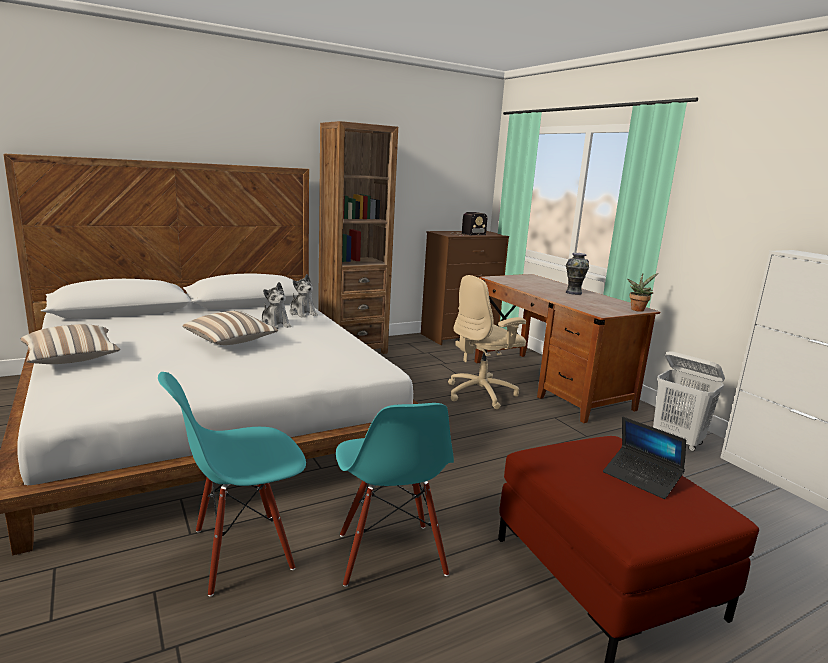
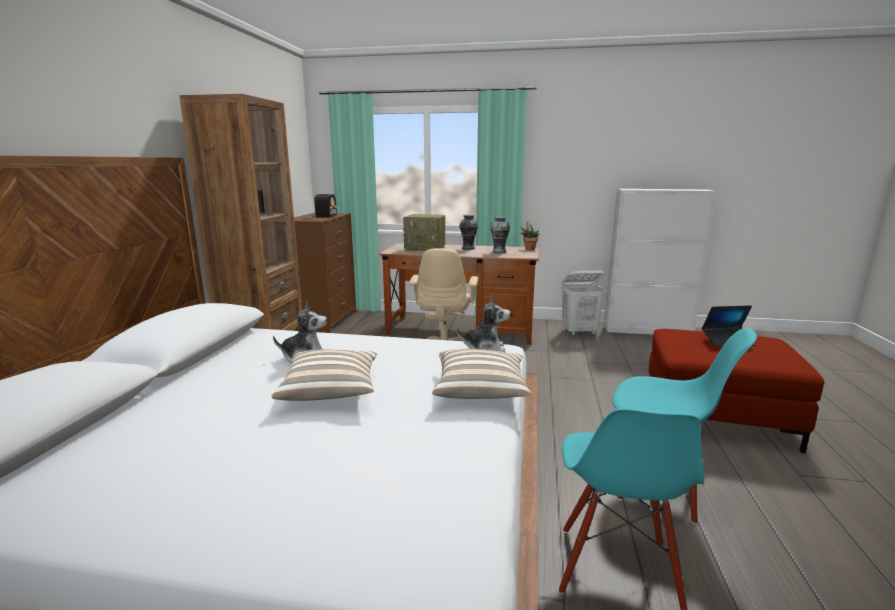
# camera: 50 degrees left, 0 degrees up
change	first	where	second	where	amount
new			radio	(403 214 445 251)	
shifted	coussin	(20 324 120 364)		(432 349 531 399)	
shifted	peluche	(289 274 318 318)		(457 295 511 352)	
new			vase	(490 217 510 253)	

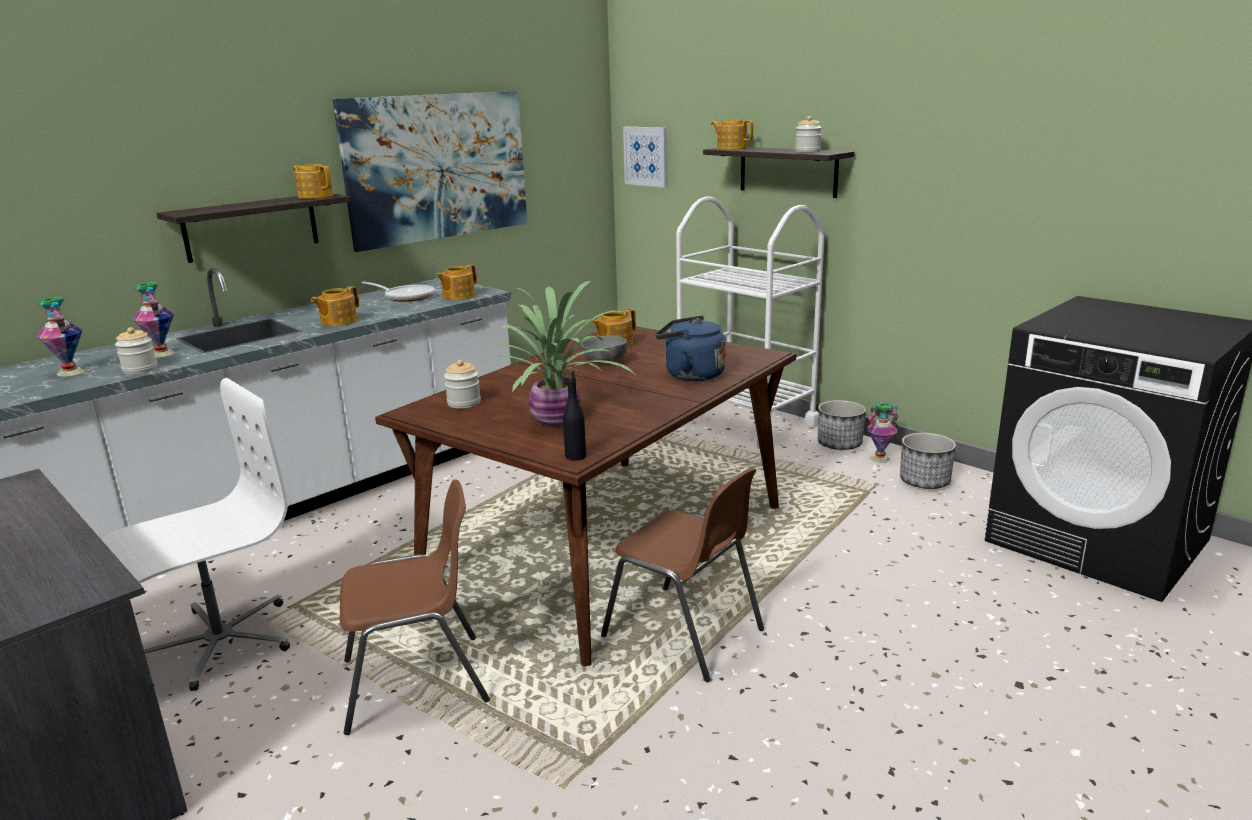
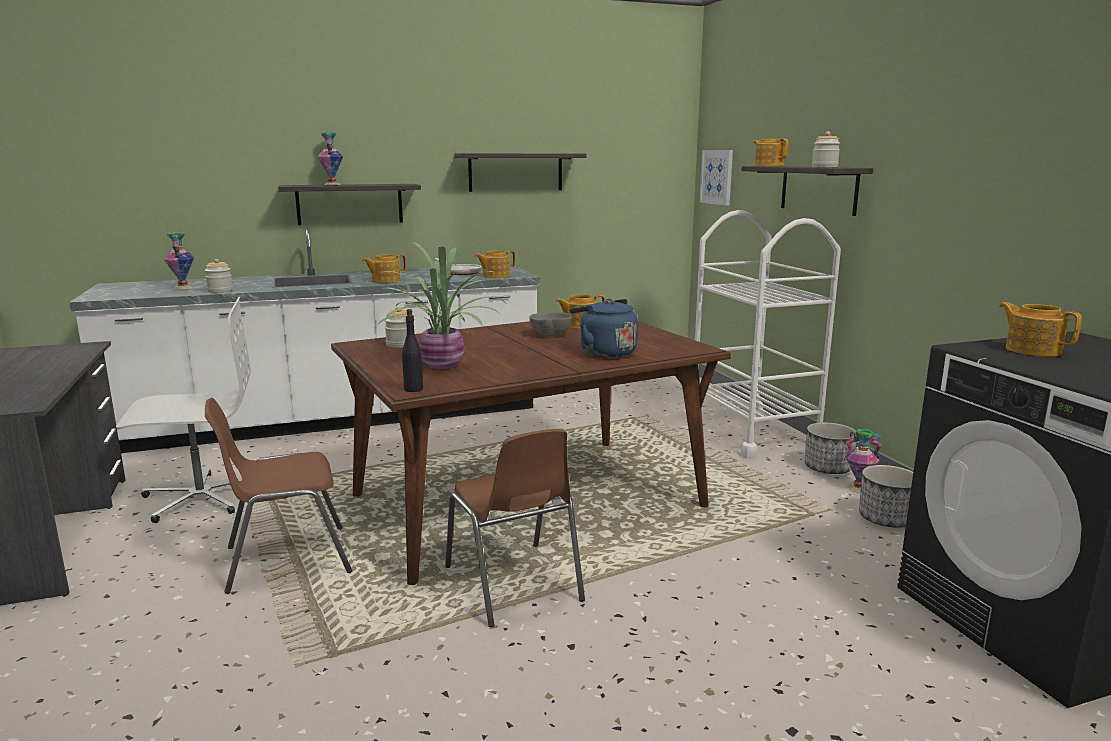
# camera: 25 degrees right, 5 degrees down
change	first	where	second	where	amount
rotated	chaise [marron]	(340 479 490 735)		(205 398 352 594)	150 degrees clockwise
shifted	vase	(133 282 175 357)		(318 133 343 185)	
swapped	tableau	(333 91 527 252)	étagère	(454 153 587 192)	
shifted	théière	(293 164 333 199)		(999 302 1082 357)	

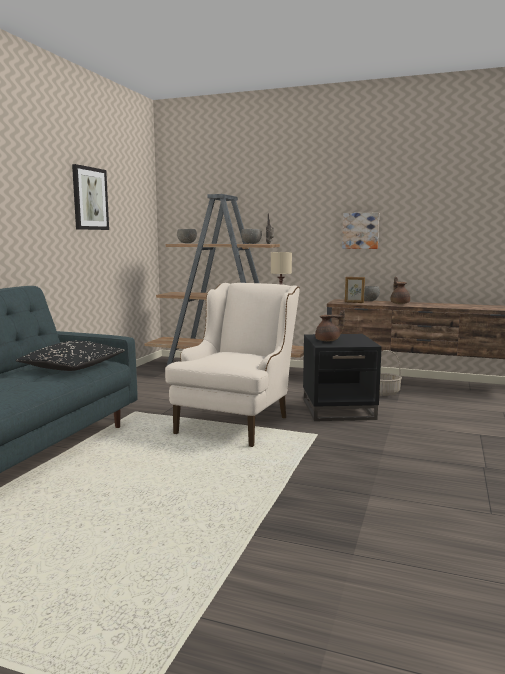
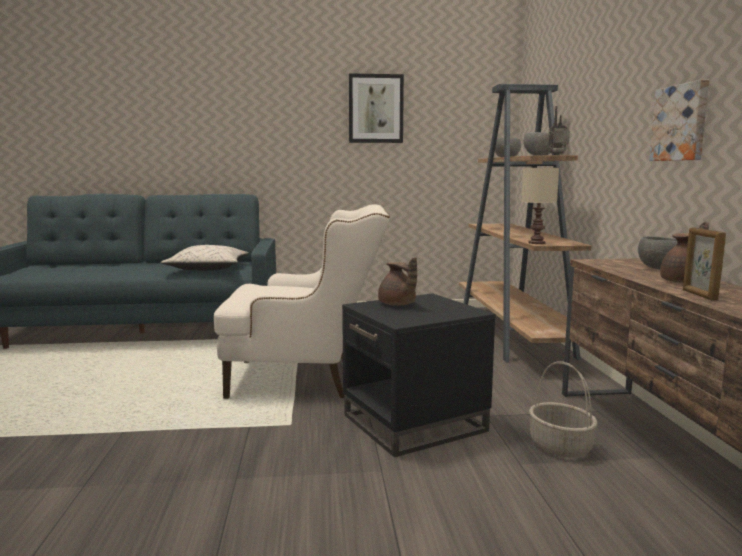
# camera: 65 degrees right, 0 degrees up
change	first	where	second	where	amount
repainted	coussin [noir]	(16 341 125 371)	coussin [beige]	(160 245 248 271)	
shifted	cadre photo	(345 277 365 303)		(683 228 726 301)	

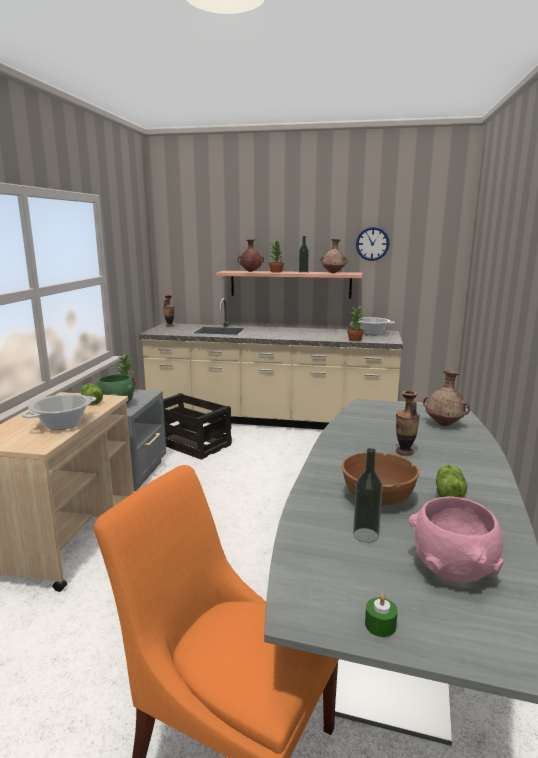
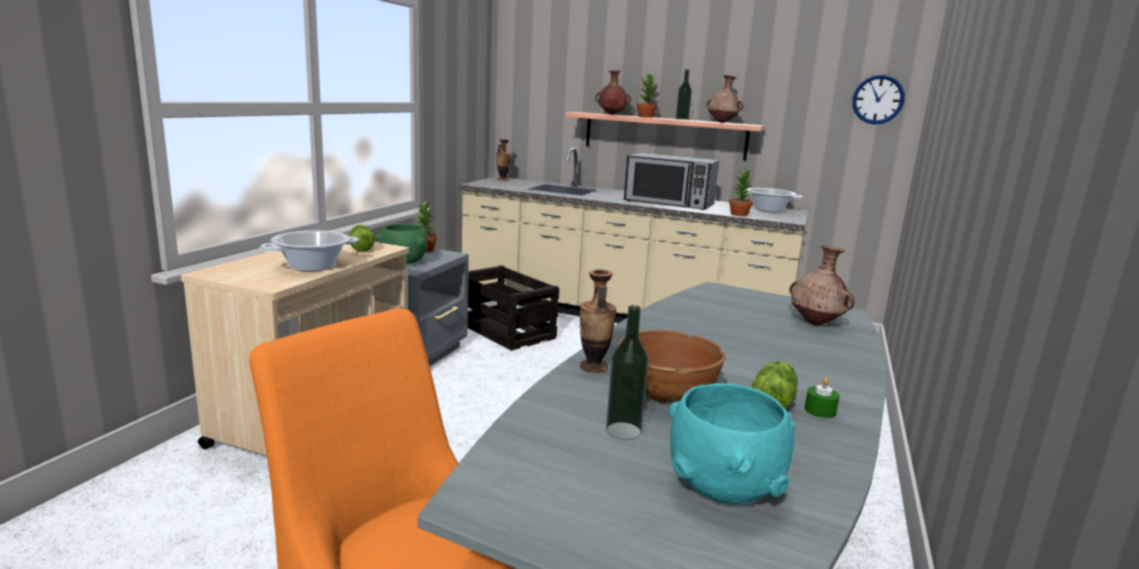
# camera: 10 degrees right, 0 degrees up
change	first	where	second	where	amount
shifted	vase	(396 391 420 456)		(580 270 616 373)	
new			micro-ondes	(624 153 719 210)	
repainted	bol [rose]	(409 496 504 583)	bol [turquoise]	(669 383 796 504)	
shifted	bougie [vert]	(365 594 398 637)		(805 377 840 418)	
shifted	horloge murale	(356 227 389 261)		(852 75 905 124)	

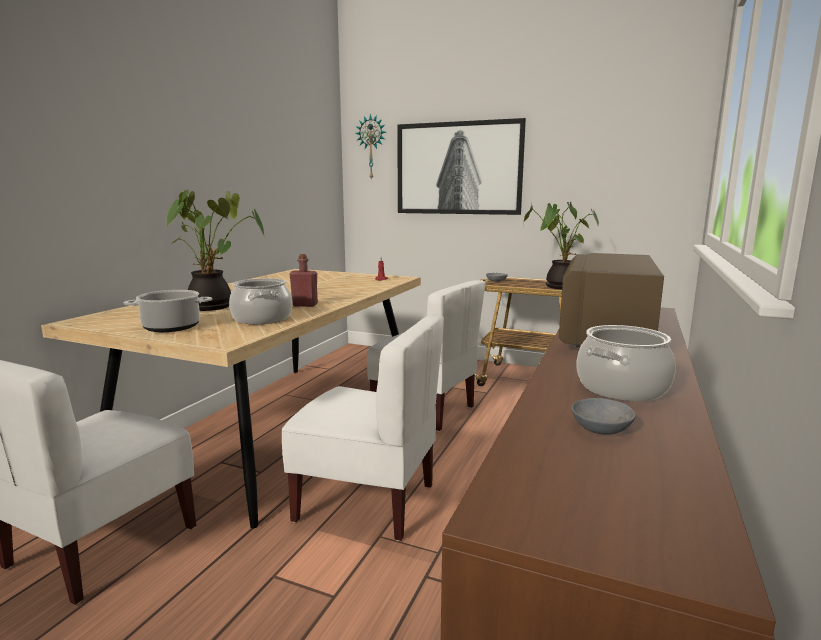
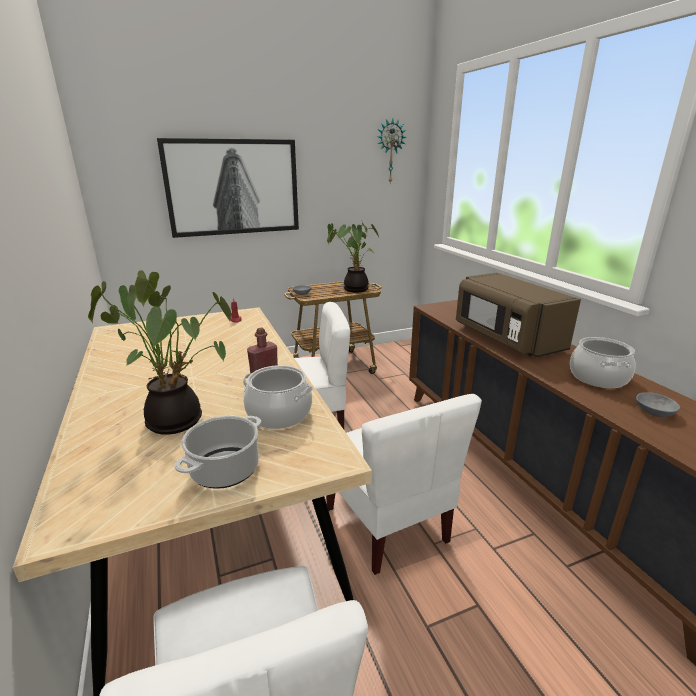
# camera: 45 degrees left, 10 degrees up
change	first	where	second	where	amount
rotated	chaise [blanc]	(282 314 444 541)		(326 394 482 575)	90 degrees clockwise
shifted	horloge murale	(355 114 386 180)		(377 118 406 183)	

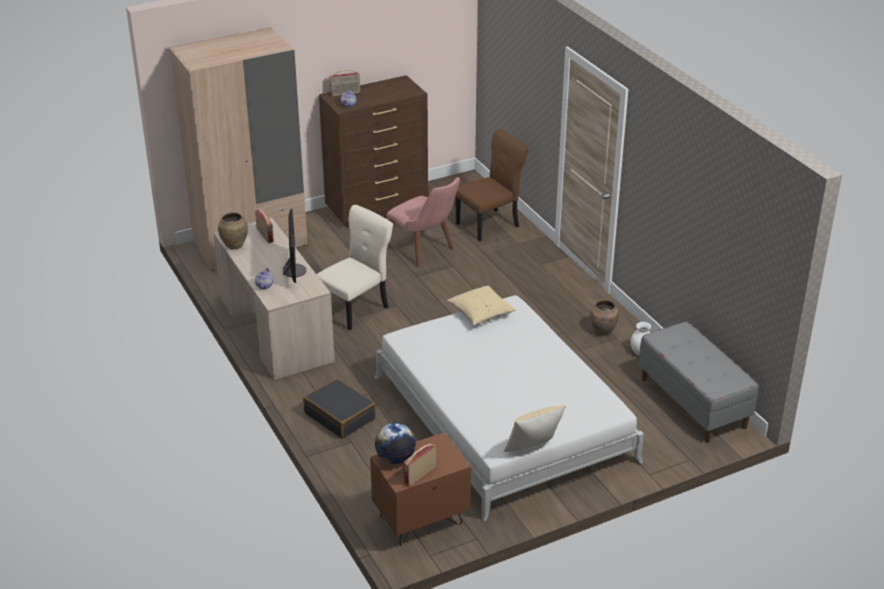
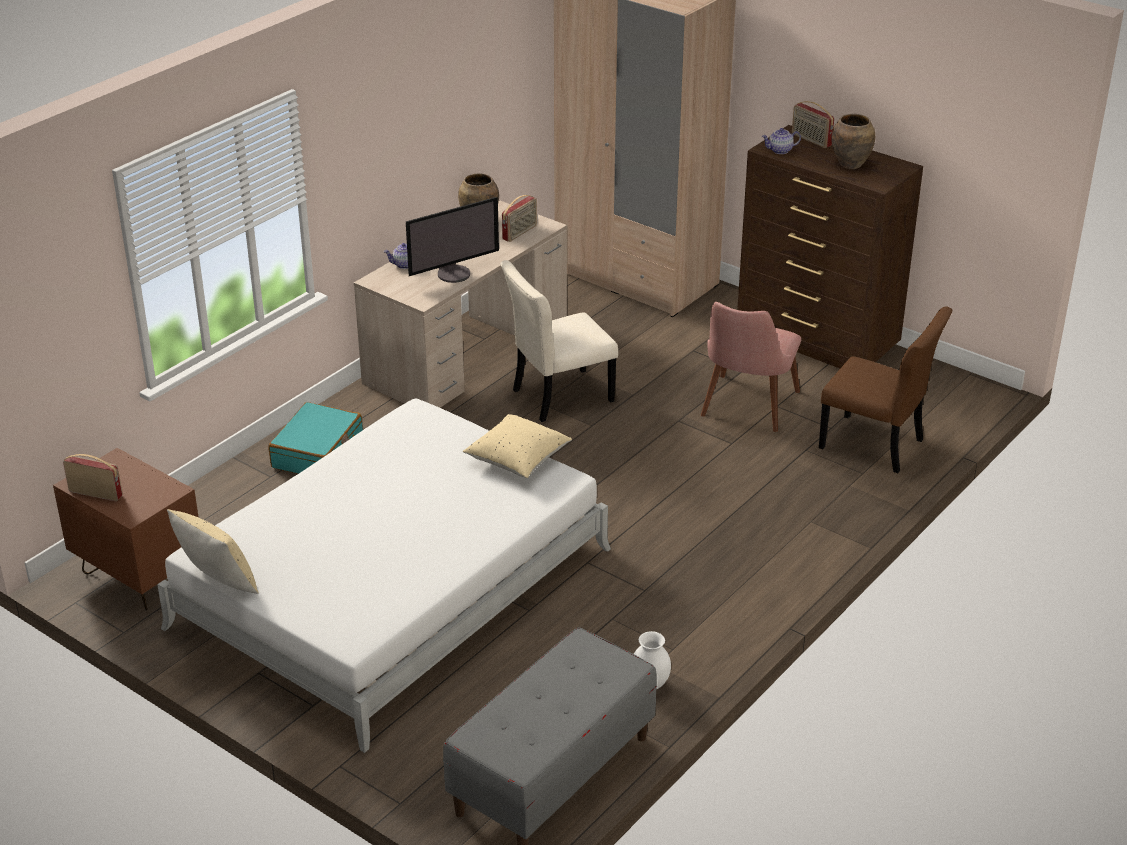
# camera: 65 degrees right, 0 degrees up
change	first	where	second	where	amount
repainted	valise [noir]	(303 378 376 439)	valise [turquoise]	(268 402 363 474)	
rotated	chaise [beige]	(317 205 393 330)		(500 260 618 422)	135 degrees clockwise
shifted	vase [marron]	(590 300 619 336)		(831 114 875 169)	
gone	globe	(375 423 416 464)			

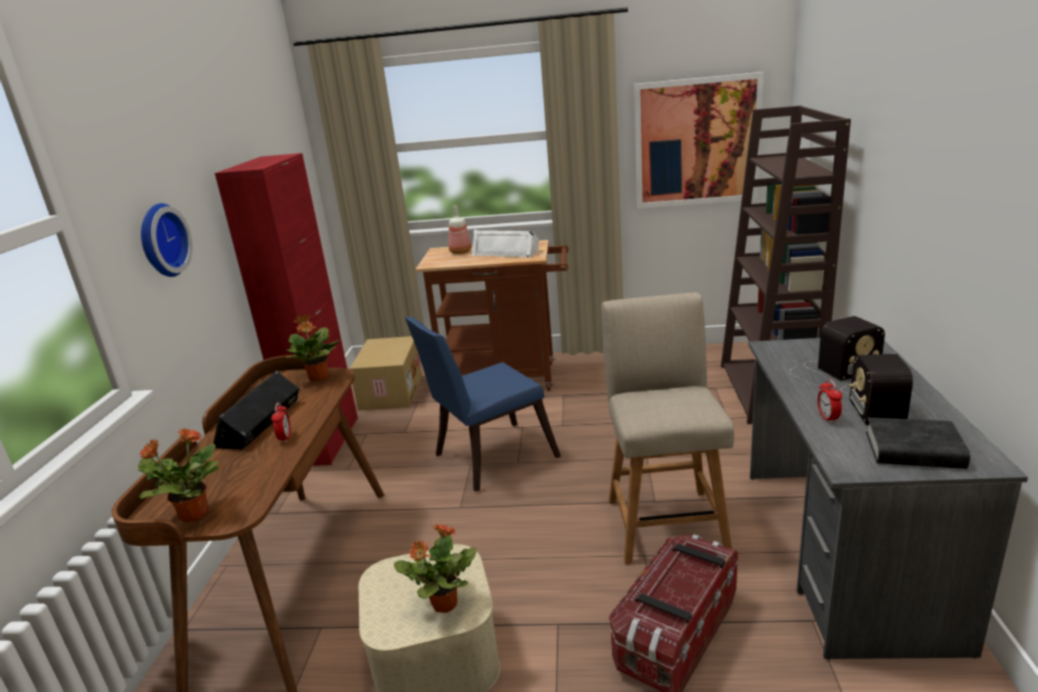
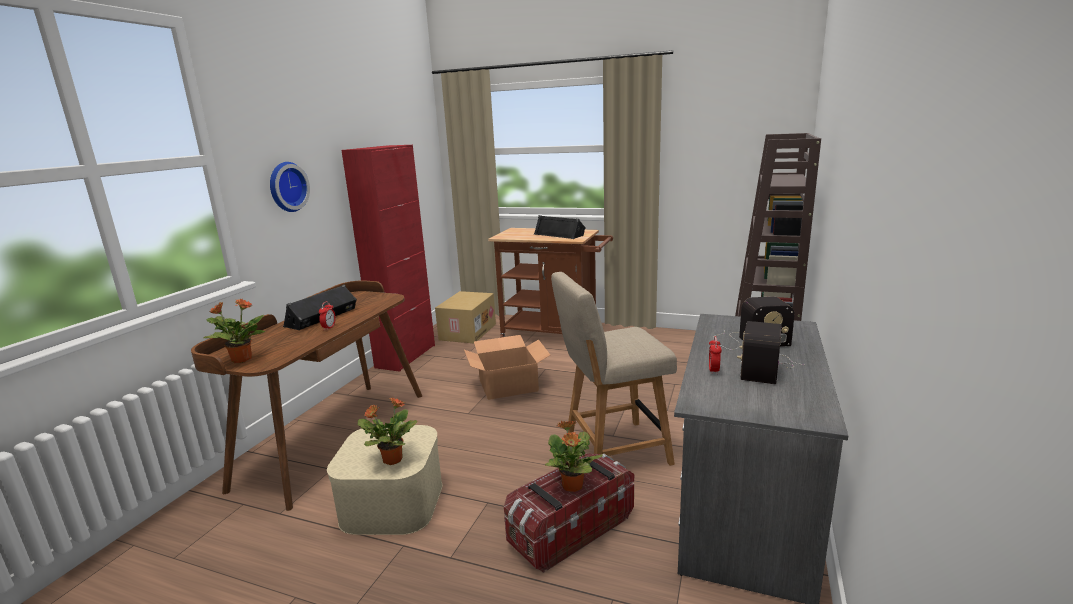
# camera: 15 degrees right, 5 degrees down
change	first	where	second	where	amount
swapped	chaise [bleu]	(405 317 561 492)	carton	(464 335 550 400)	
repainted	enceinte [blanc]	(471 230 539 258)	enceinte [noir]	(534 215 586 239)	
shifted	plante en pot	(286 315 340 381)		(545 421 603 492)	
rotated	chaise [beige]	(601 293 734 565)		(551 272 677 466)	120 degrees counterclockwise
gone	bouteille	(449 206 471 254)			
gone	tableau	(634 72 764 208)			
gone	livre [noir]	(866 417 970 469)			

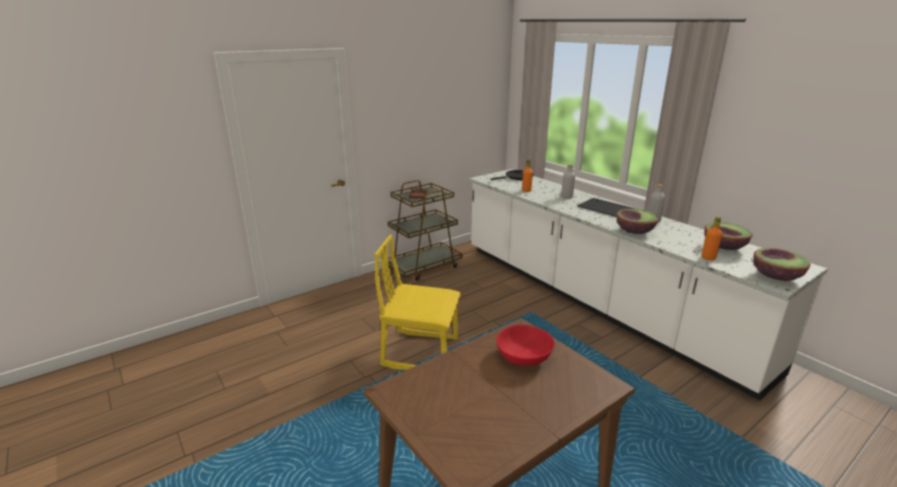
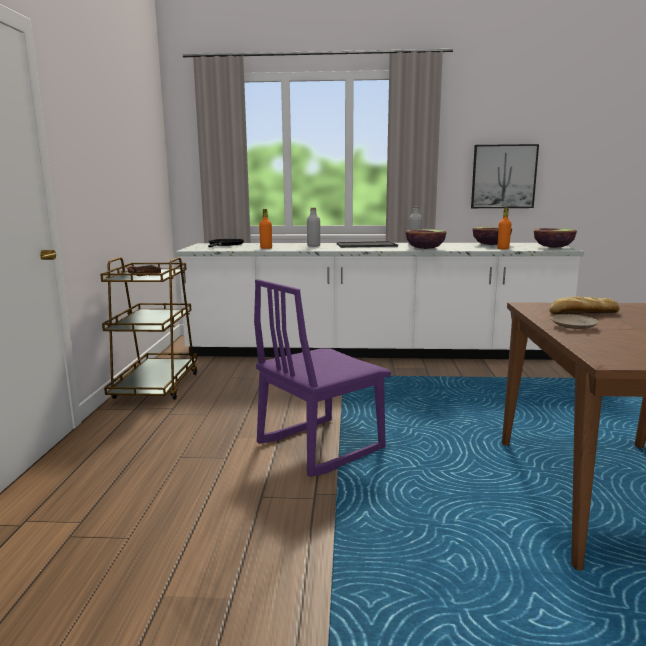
# camera: 50 degrees left, 10 degrees down
change	first	where	second	where	amount
repainted	chaise [jaune]	(374 235 461 370)	chaise [violet]	(254 279 391 477)	
new			tableau	(471 144 539 208)	
swapped	bol [rouge]	(496 325 555 366)	pain	(550 296 619 314)	
new			assiette [beige]	(551 315 599 329)	

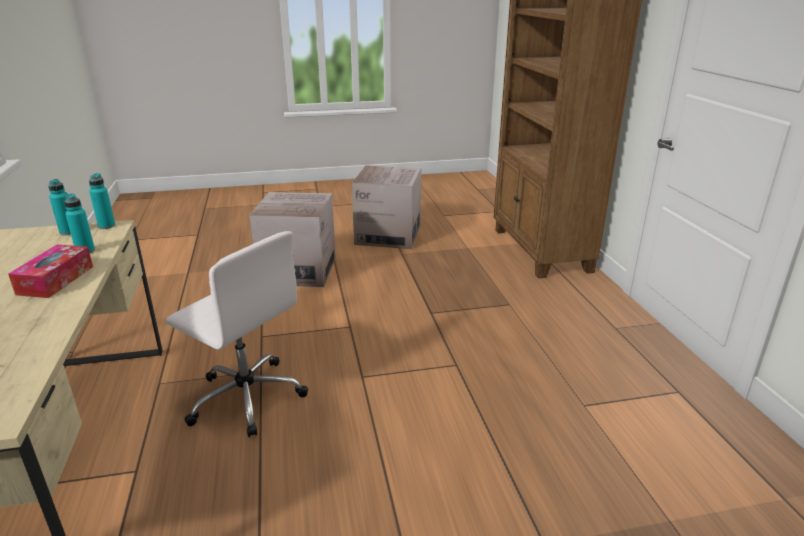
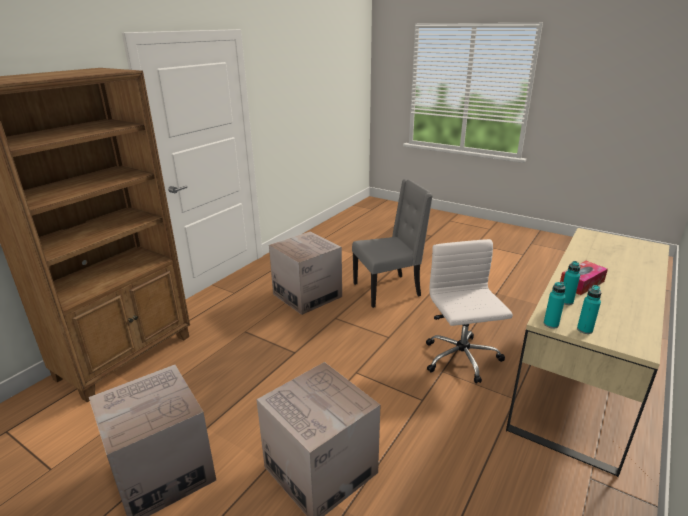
# camera: 135 degrees left, 0 degrees up
change	first	where	second	where	amount
new			carton	(269 231 342 315)	
new			chaise [gris]	(352 179 433 308)	

